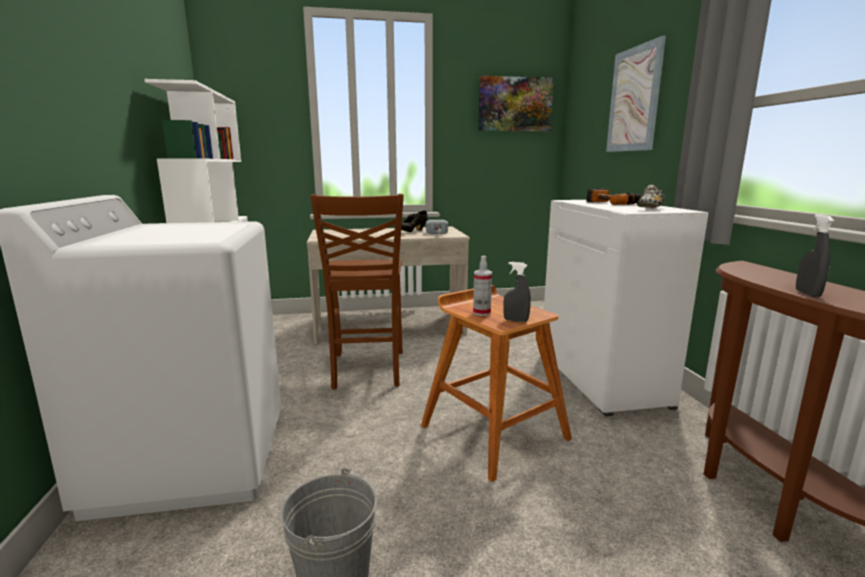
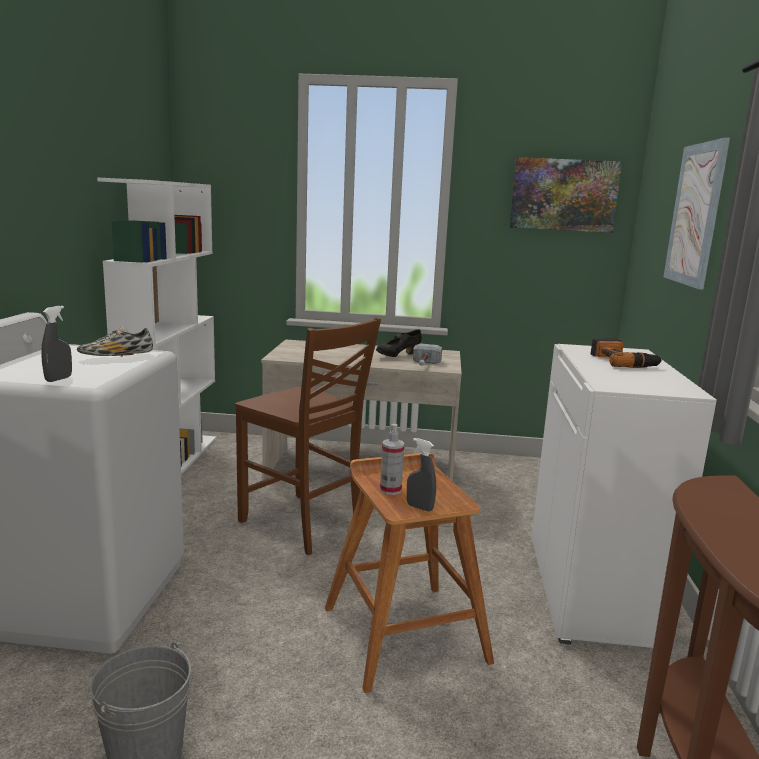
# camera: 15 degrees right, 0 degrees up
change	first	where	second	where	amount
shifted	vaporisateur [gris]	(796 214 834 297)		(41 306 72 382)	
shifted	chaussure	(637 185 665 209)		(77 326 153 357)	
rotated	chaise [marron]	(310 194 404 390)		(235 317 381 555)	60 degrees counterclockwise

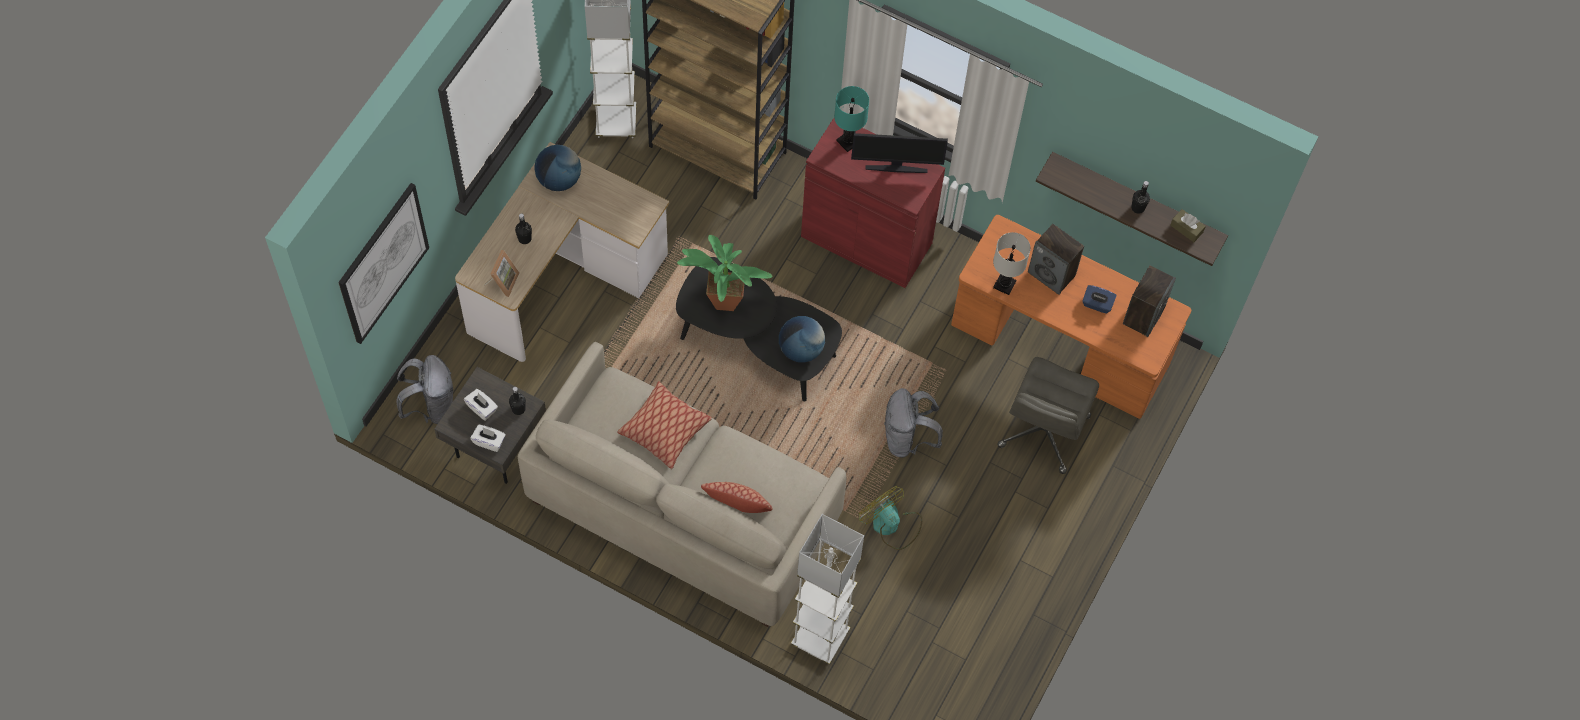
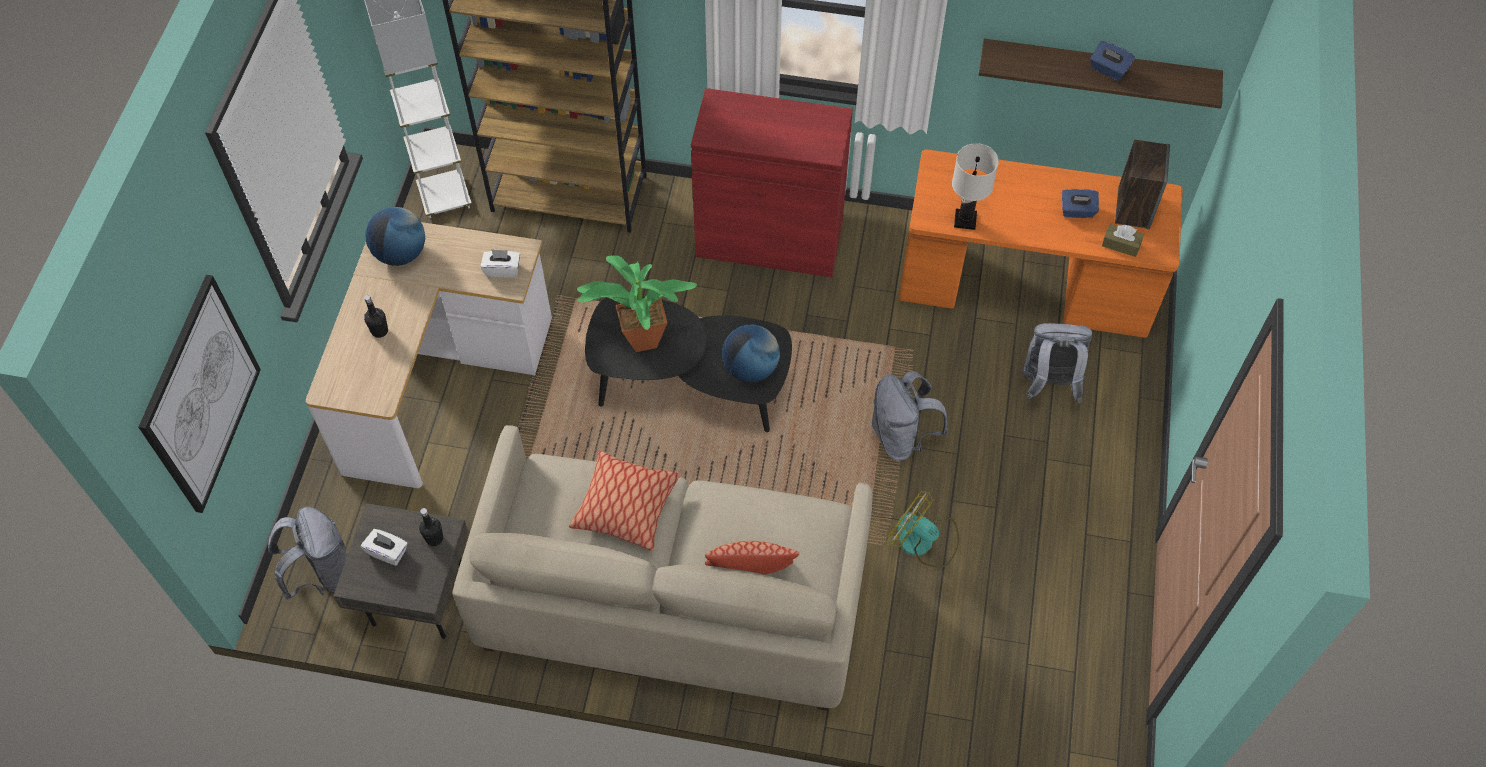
# camera: 15 degrees left, 5 degrees down
change	first	where	second	where	amount
shifted	boîte à mouchoirs [blanc]	(471 425 506 452)		(480 249 520 278)	
swapped	chaise de bureau [gris]	(997 357 1099 474)	sac à dos [gris]	(1020 323 1092 403)	
swapped	bouteille [noir]	(1131 181 1150 214)	boîte à mouchoirs [bleu]	(1090 41 1135 81)	
shifted	boîte à mouchoirs [marron]	(1170 209 1206 242)		(1102 224 1144 257)	
gone	cadre photo	(484 250 519 297)			
gone	lampadaire [blanc]	(791 514 864 664)			
gone	lampe de table [turquoise]	(834 86 869 152)			
gone	écran d'ordinateur	(851 133 948 173)			
gone	enceinte	(1028 224 1084 295)			

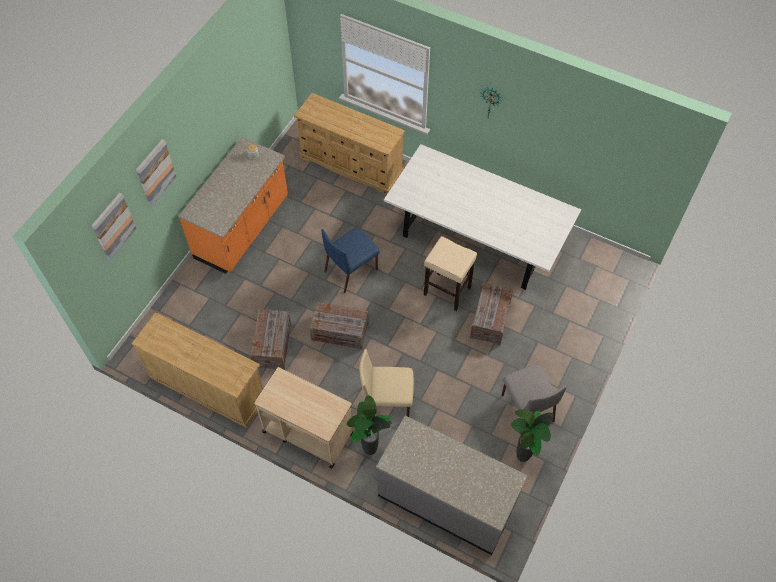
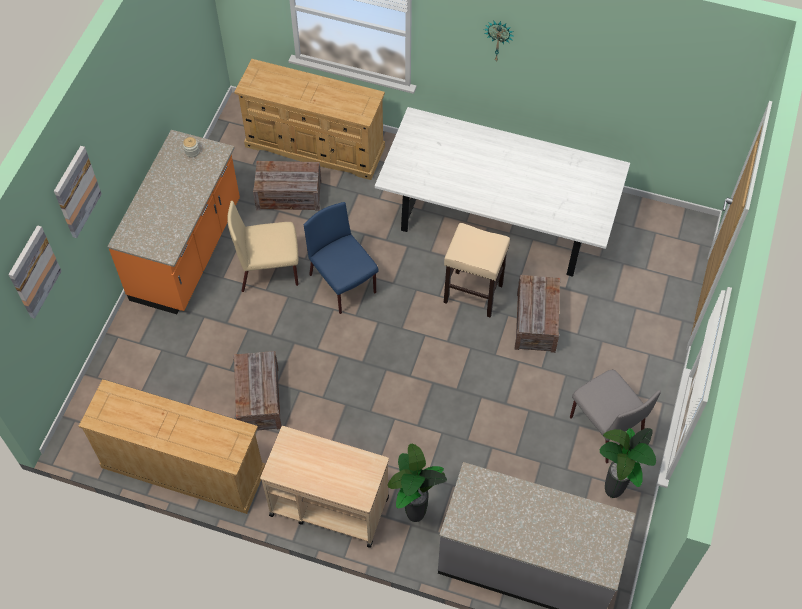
# camera: 10 degrees left, 0 degrees up
change	first	where	second	where	amount
shifted	chaise [beige]	(360 349 414 417)		(227 201 299 292)	
shifted	caisse	(310 302 369 350)		(253 161 321 211)	
rotated	chaise [bleu]	(321 228 380 293)		(304 202 379 314)	105 degrees clockwise

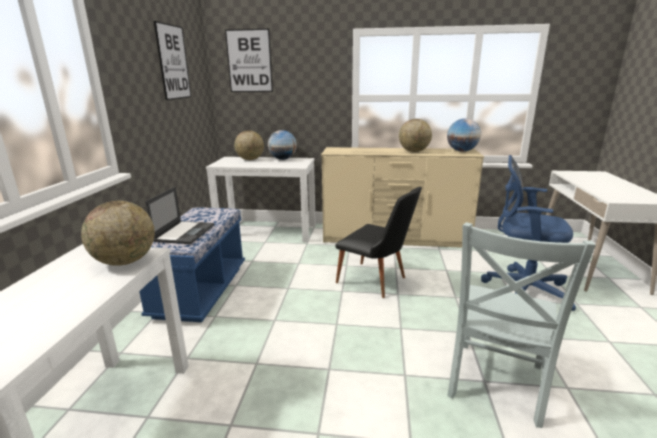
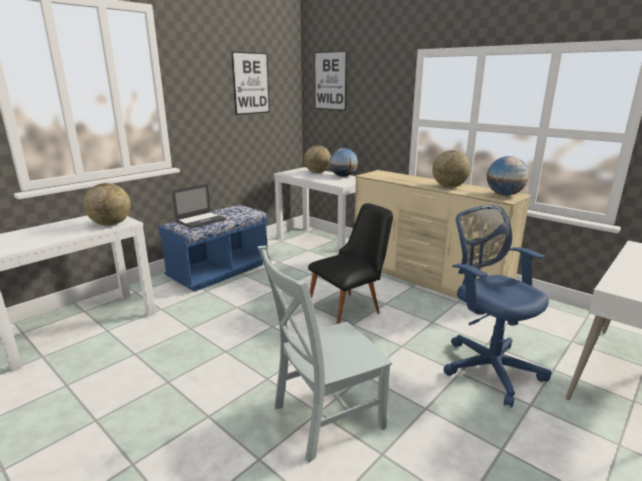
# camera: 35 degrees right, 0 degrees up
change	first	where	second	where	amount
rotated	chaise [noir]	(335 187 422 298)		(308 203 393 324)	105 degrees counterclockwise

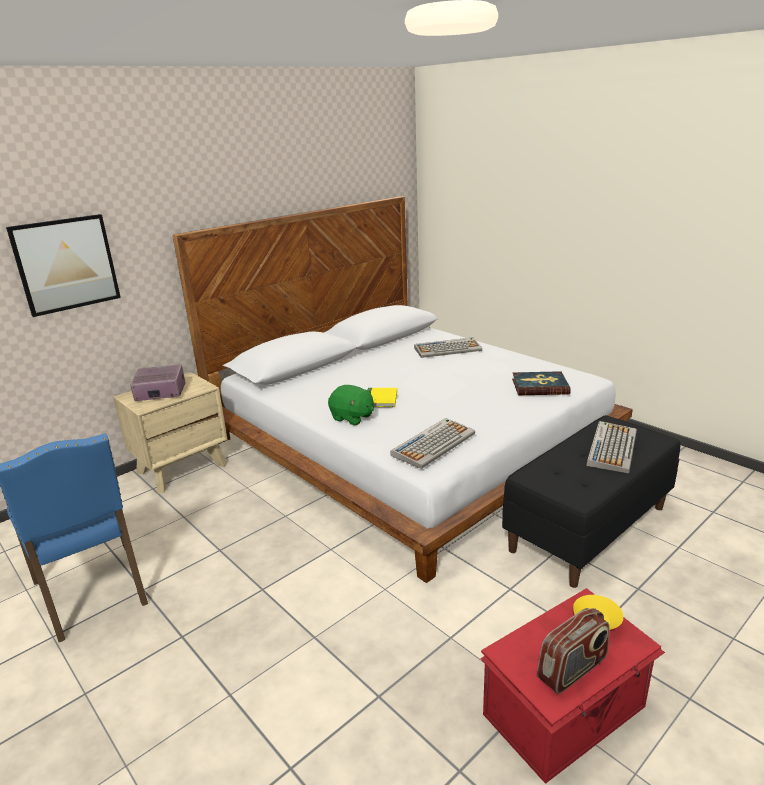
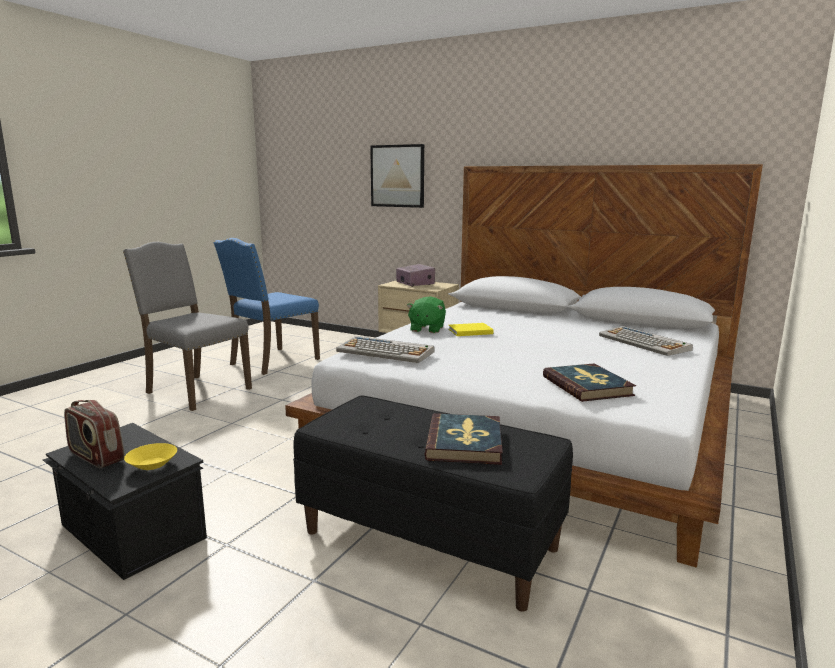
# camera: 70 degrees right, 10 degrees down
change	first	where	second	where	amount
repainted	boîte de rangement [rouge]	(480 588 665 784)	boîte de rangement [noir]	(43 423 207 580)	
new			chaise [gris]	(123 242 252 411)	
swapped	clavier	(586 421 637 474)	livre	(424 413 503 465)	

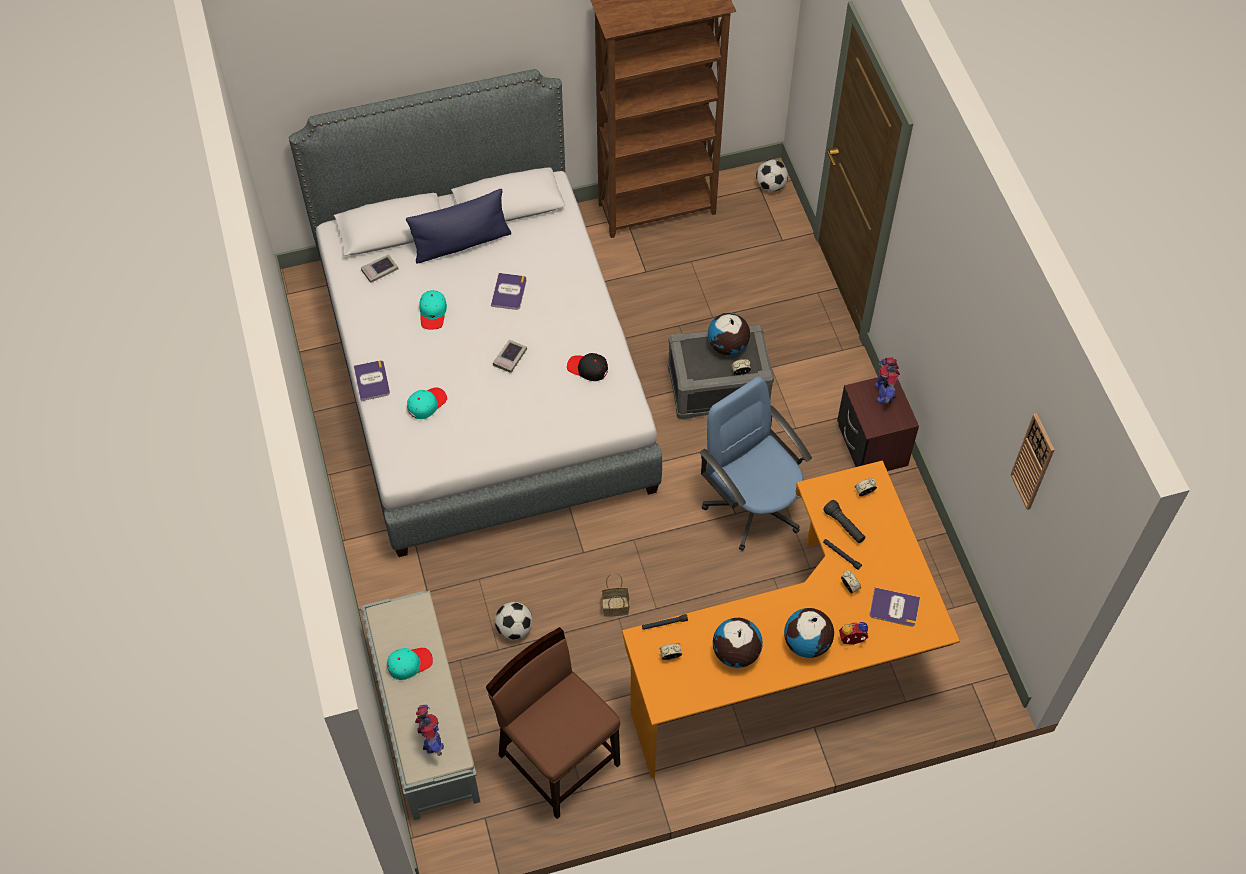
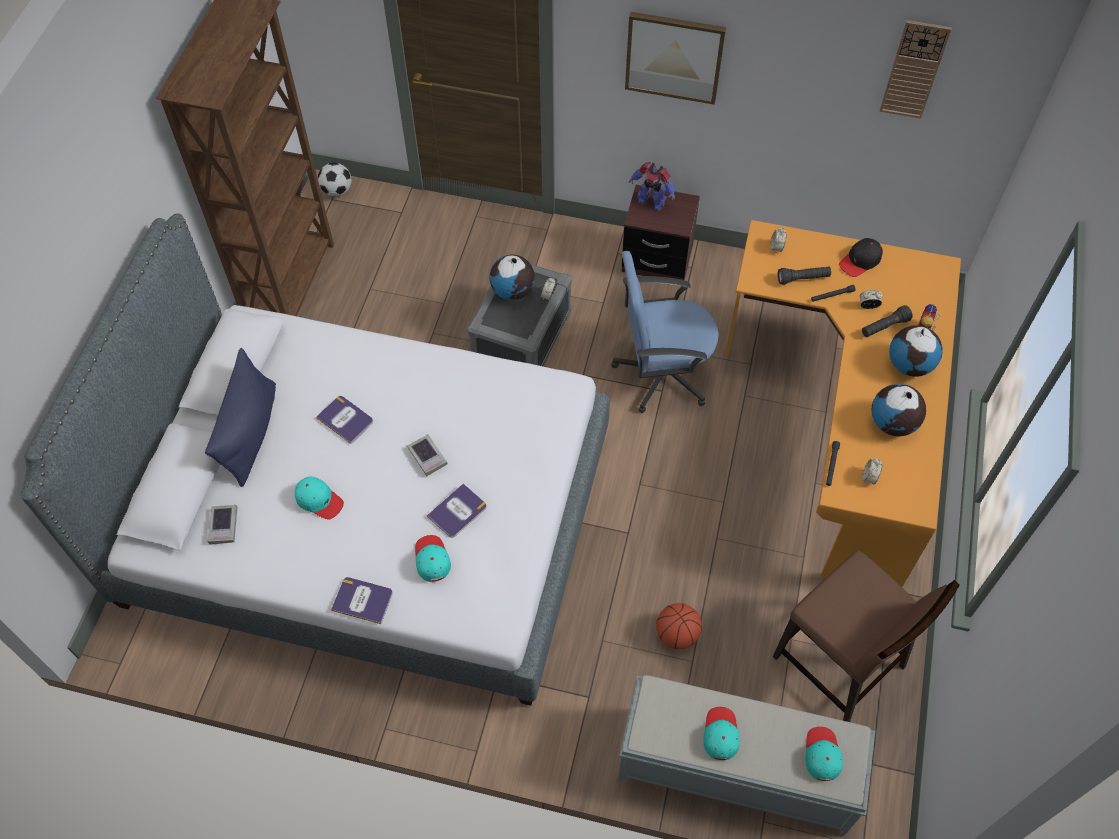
# camera: 60 degrees left, 0 degrees up
change	first	where	second	where	amount
shifted	livre	(869 587 920 627)		(427 483 487 538)	
new			tableau	(625 12 726 105)	
swapped	ballon de foot	(495 602 533 640)	ballon de basket	(656 603 702 649)	
rotated	chaise [marron]	(486 627 620 819)		(773 551 960 722)	120 degrees counterclockwise
swapped	robot jouet	(415 705 444 756)	casquette [turquoise]	(805 727 843 781)	
shifted	casquette [noir]	(567 353 608 381)		(839 238 883 277)	
new			lampe de poche [noir]	(862 305 913 337)	
gone	panier	(601 573 630 617)			

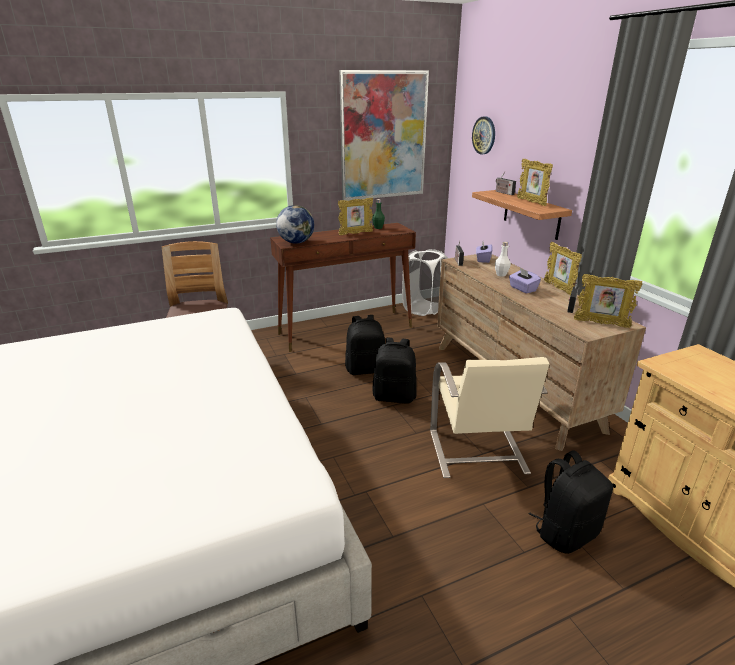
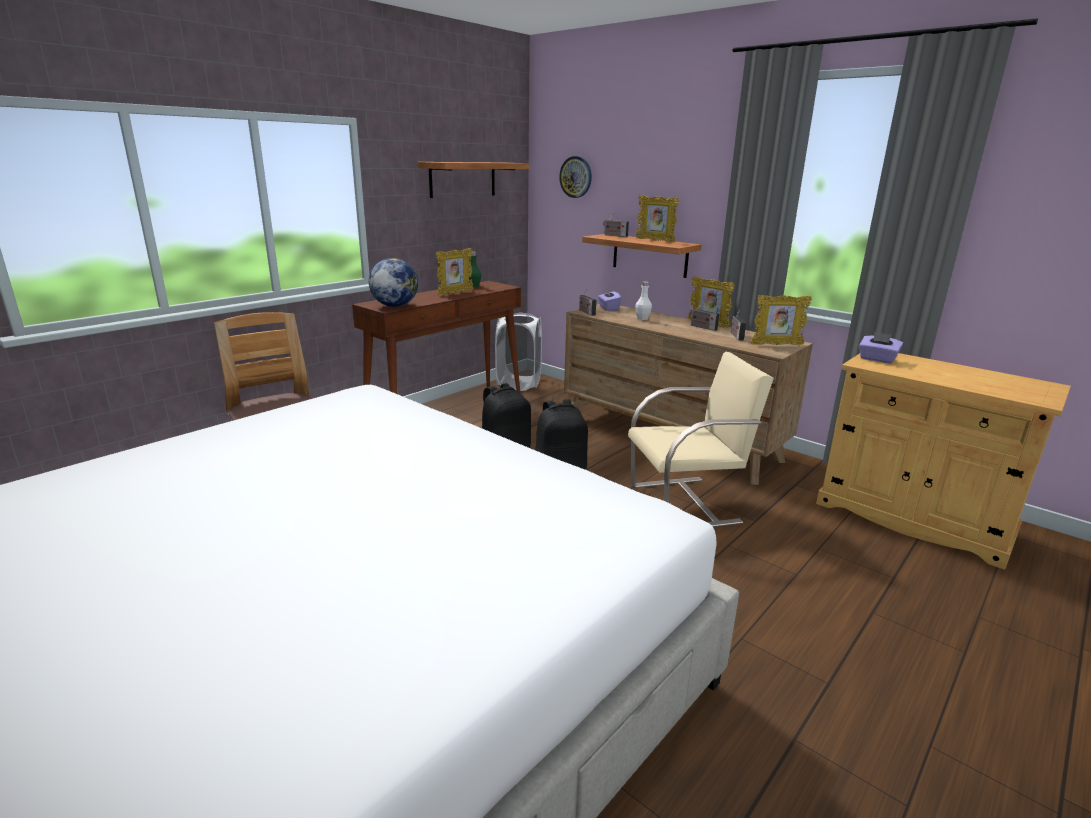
# camera: 25 degrees left, 5 degrees down
change	first	where	second	where	amount
swapped	tableau	(339 70 429 201)	étagère	(418 162 529 198)	
rotated	chaise [beige]	(430 357 549 478)		(628 352 774 527)	75 degrees counterclockwise
new			radio	(690 302 719 331)	
shifted	boîte à mouchoirs [violet]	(509 268 541 294)		(859 332 903 364)	
gone	sac à dos [noir]	(529 450 613 554)			

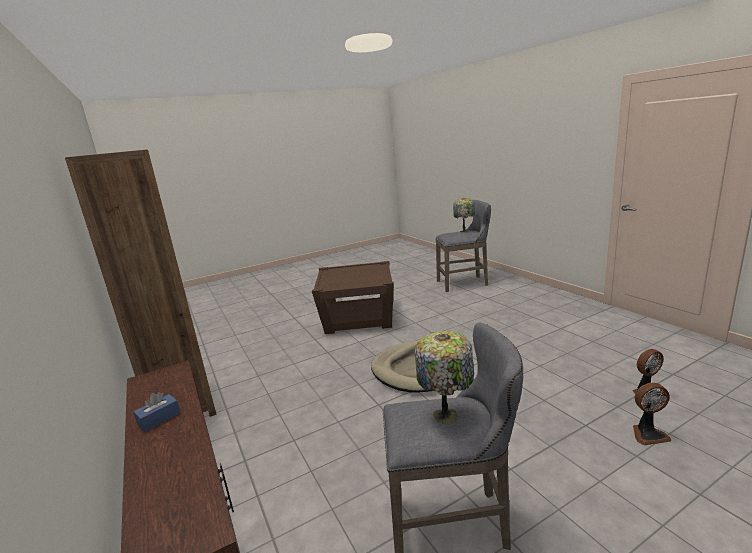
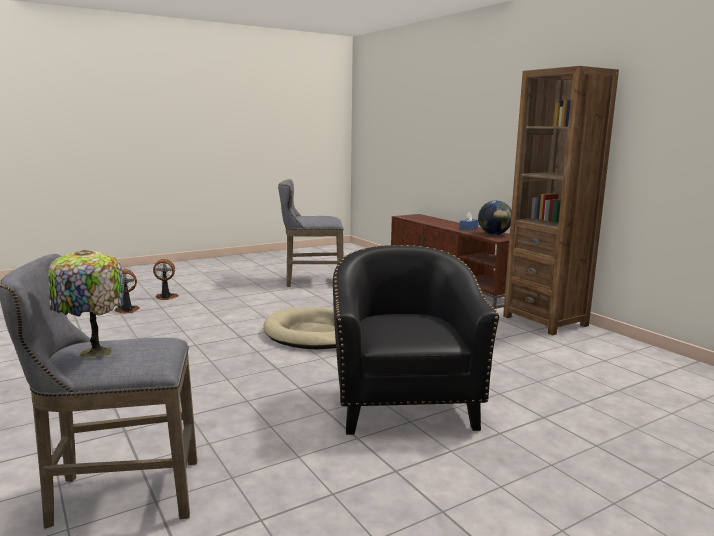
# camera: 175 degrees right, 5 degrees down
change	first	where	second	where	amount
swapped	table d'appoint [marron]	(312 261 394 334)	fauteuil [noir]	(333 245 499 435)	
new			globe	(478 201 512 235)	
gone	lampe de table	(415 331 474 424)			

